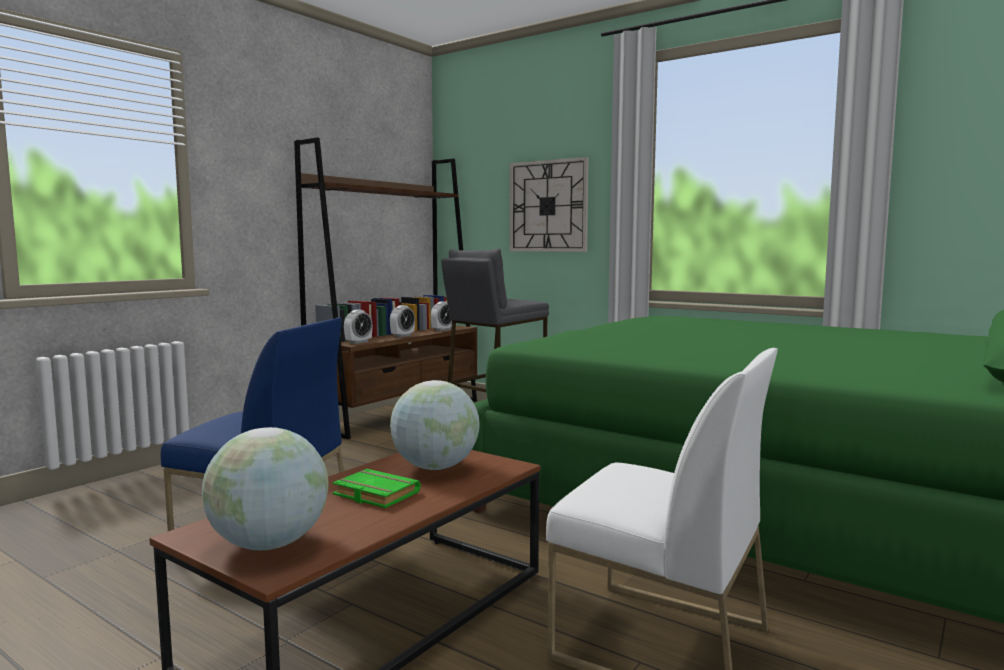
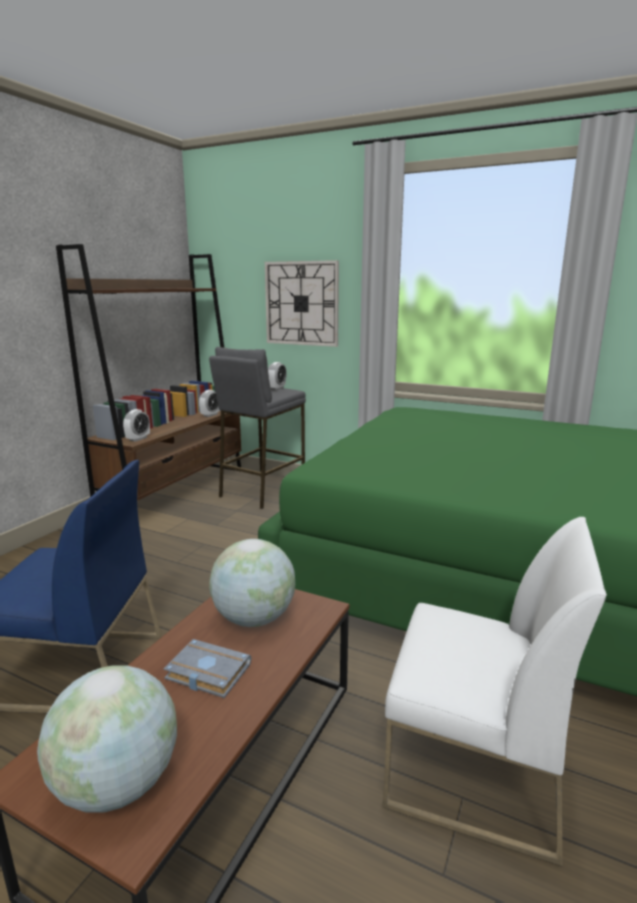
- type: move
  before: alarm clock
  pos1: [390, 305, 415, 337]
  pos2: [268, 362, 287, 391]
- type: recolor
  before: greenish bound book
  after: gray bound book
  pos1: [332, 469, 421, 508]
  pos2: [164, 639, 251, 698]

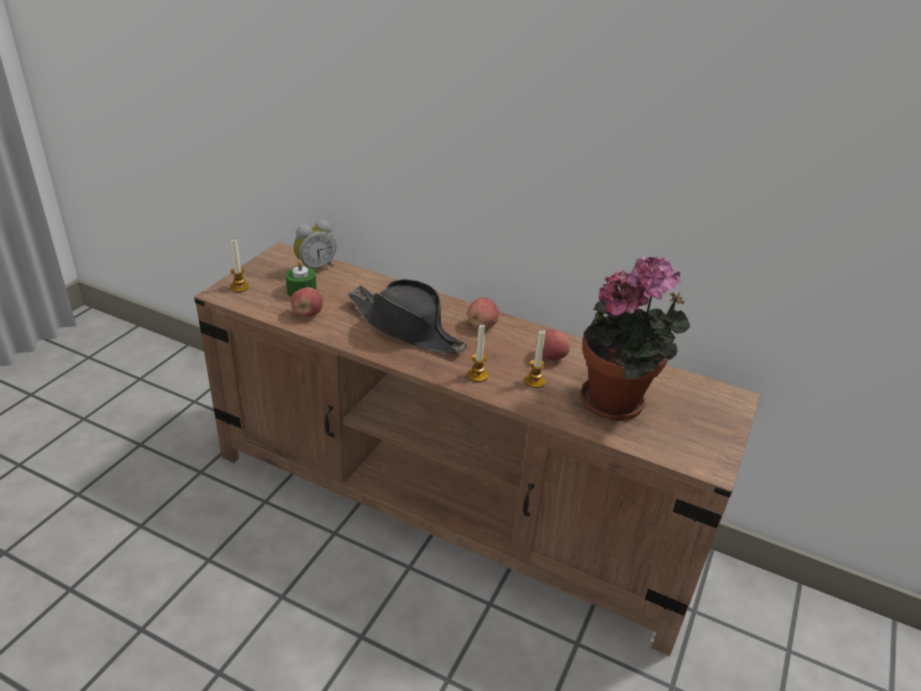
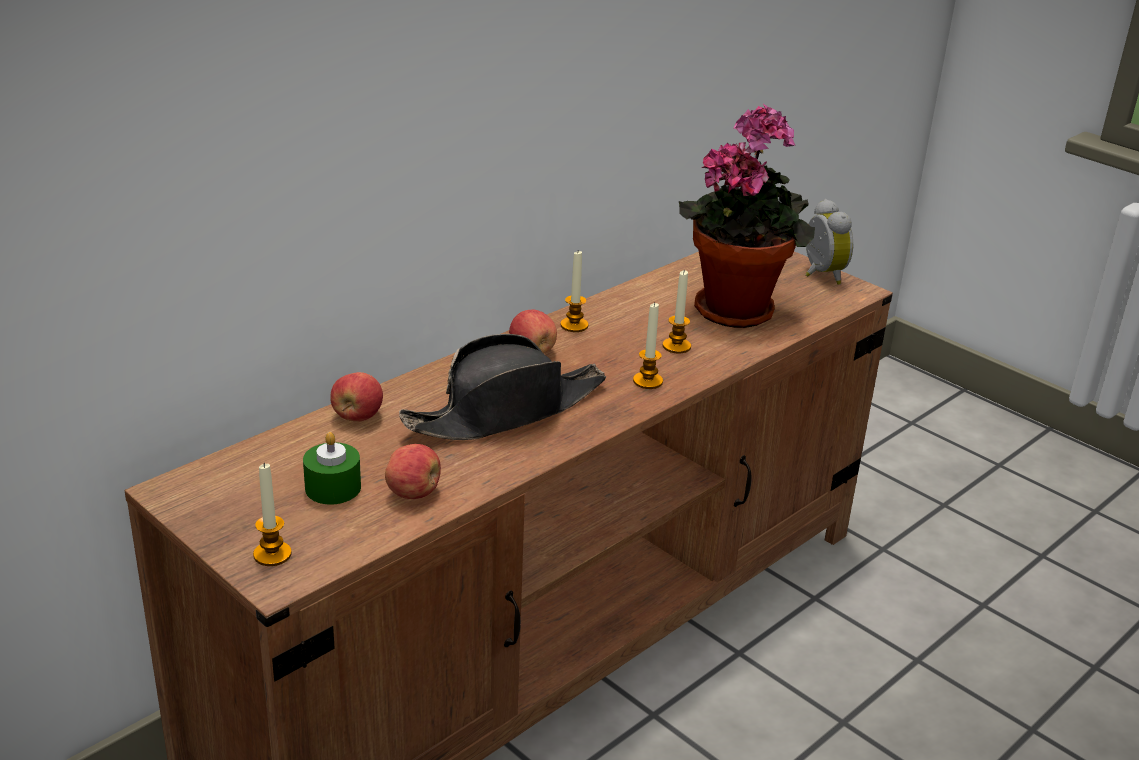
- type: insert
  after: wax light
  pos2: [560, 251, 589, 332]
- type: move
  before: alarm clock
  pos1: [293, 220, 336, 268]
  pos2: [805, 199, 853, 285]
- type: move
  before: whole apple
  pos1: [542, 329, 570, 361]
  pos2: [330, 372, 383, 422]

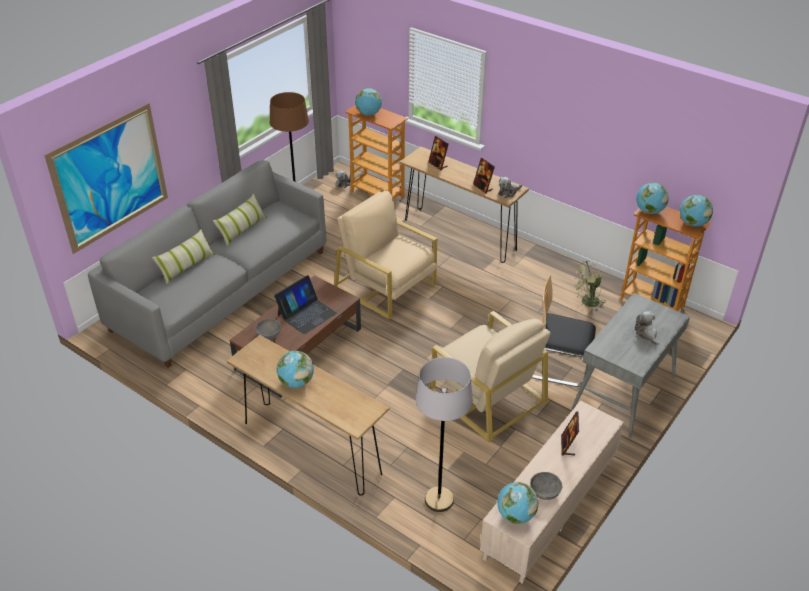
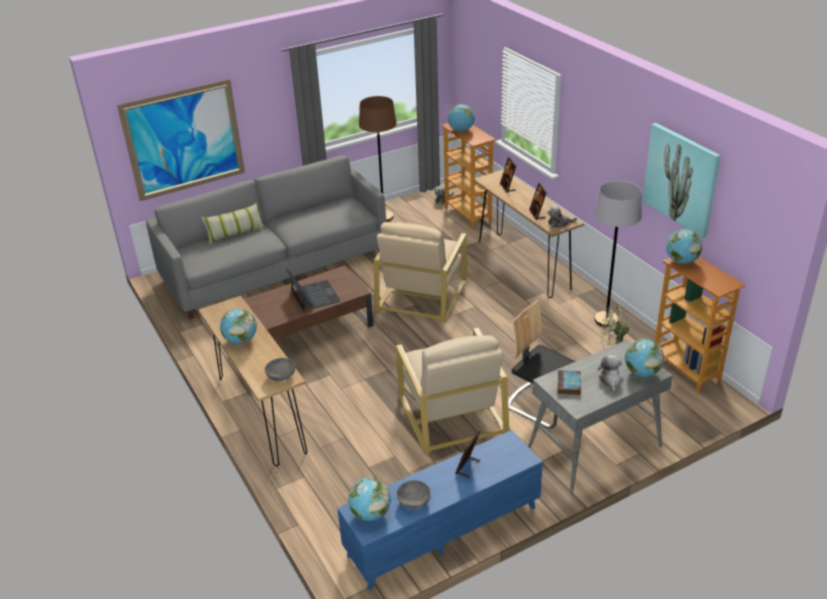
- type: delete
  before: throw pillow
  pos1: [213, 193, 267, 246]
- type: insert
  after: bound book
  pos2: [558, 370, 581, 395]
- type: insert
  after: wall art
  pos2: [642, 123, 721, 238]
- type: move
  before: gray bowl
  pos1: [255, 319, 281, 340]
  pos2: [265, 358, 295, 382]
- type: move
  before: gray standard lamp
  pos1: [415, 357, 473, 512]
  pos2: [594, 181, 642, 327]
- type: move
  before: world globe
  pos1: [680, 195, 713, 227]
  pos2: [625, 339, 664, 377]
- type: recolor
  before: beige tv unit
  after: bluish tv unit
  pos1: [480, 401, 624, 584]
  pos2: [337, 430, 543, 590]
- type: rotate
  before: notebook computer
  pos1: [274, 275, 337, 334]
  pos2: [286, 269, 341, 311]
  turn: -90
- type: rotate
  before: beige armchair
  pos1: [334, 191, 437, 319]
  pos2: [374, 222, 467, 323]
  turn: -135

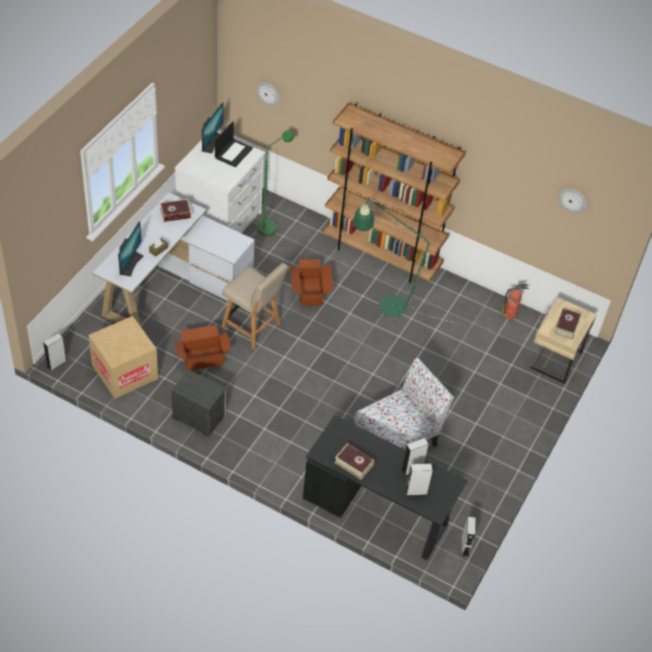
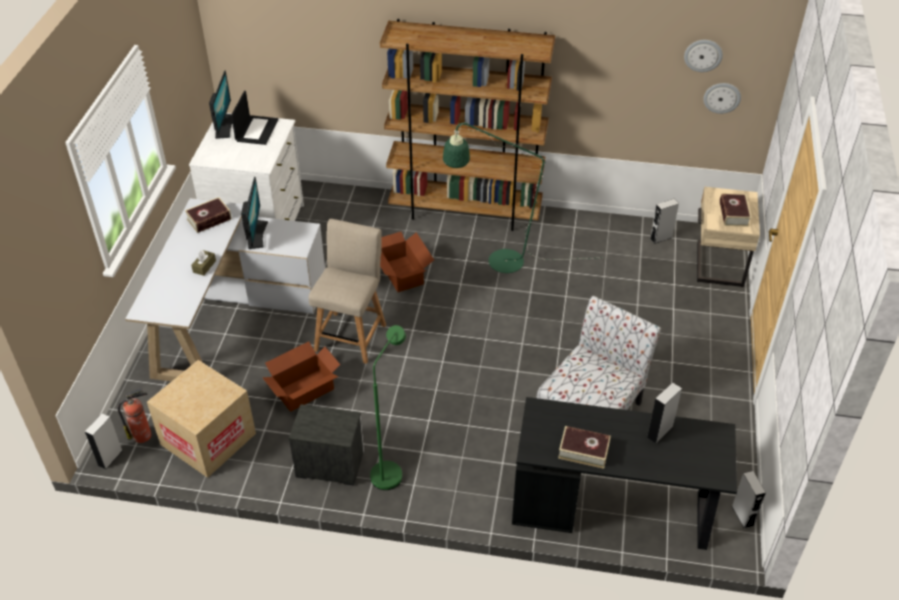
- type: move
  before: computer display
  pos1: [118, 221, 143, 276]
  pos2: [241, 177, 268, 249]
- type: move
  before: wall clock
  pos1: [256, 83, 280, 106]
  pos2: [703, 83, 741, 114]
- type: move
  before: greenish standard lamp
  pos1: [257, 130, 294, 236]
  pos2: [370, 325, 406, 490]
- type: move
  before: gray audio speaker
  pos1: [405, 463, 433, 496]
  pos2: [650, 199, 679, 244]
- type: move
  before: fire extinguisher
  pos1: [502, 284, 529, 319]
  pos2: [117, 388, 152, 443]
- type: rotate
  before: beige upright chair
  pos1: [221, 263, 288, 349]
  pos2: [309, 219, 386, 364]
  turn: -90

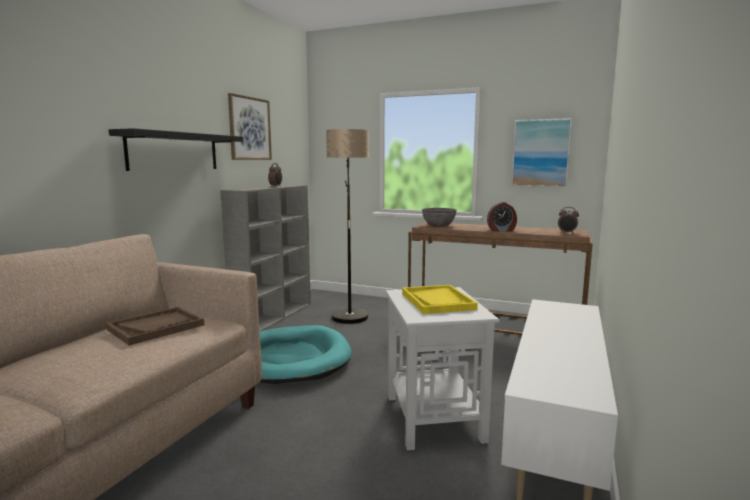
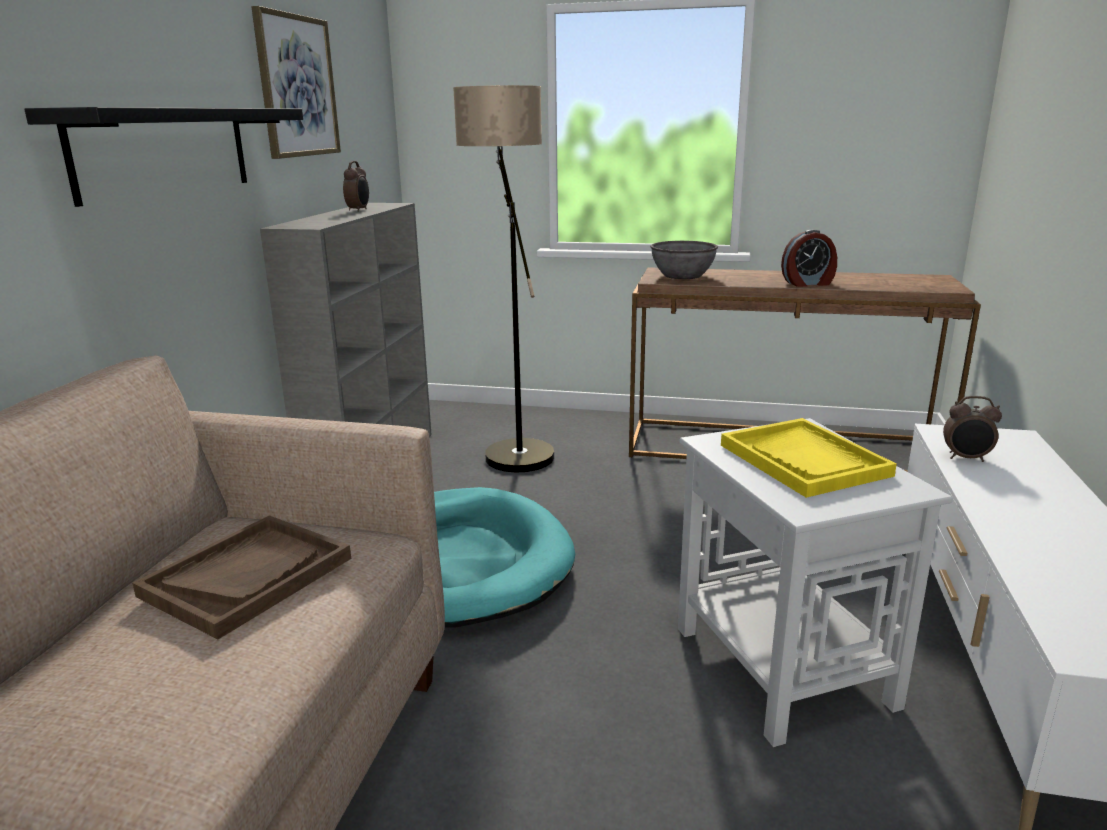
- type: delete
  before: wall art
  pos1: [511, 118, 572, 187]
- type: move
  before: alarm clock
  pos1: [558, 207, 579, 234]
  pos2: [943, 396, 1002, 462]

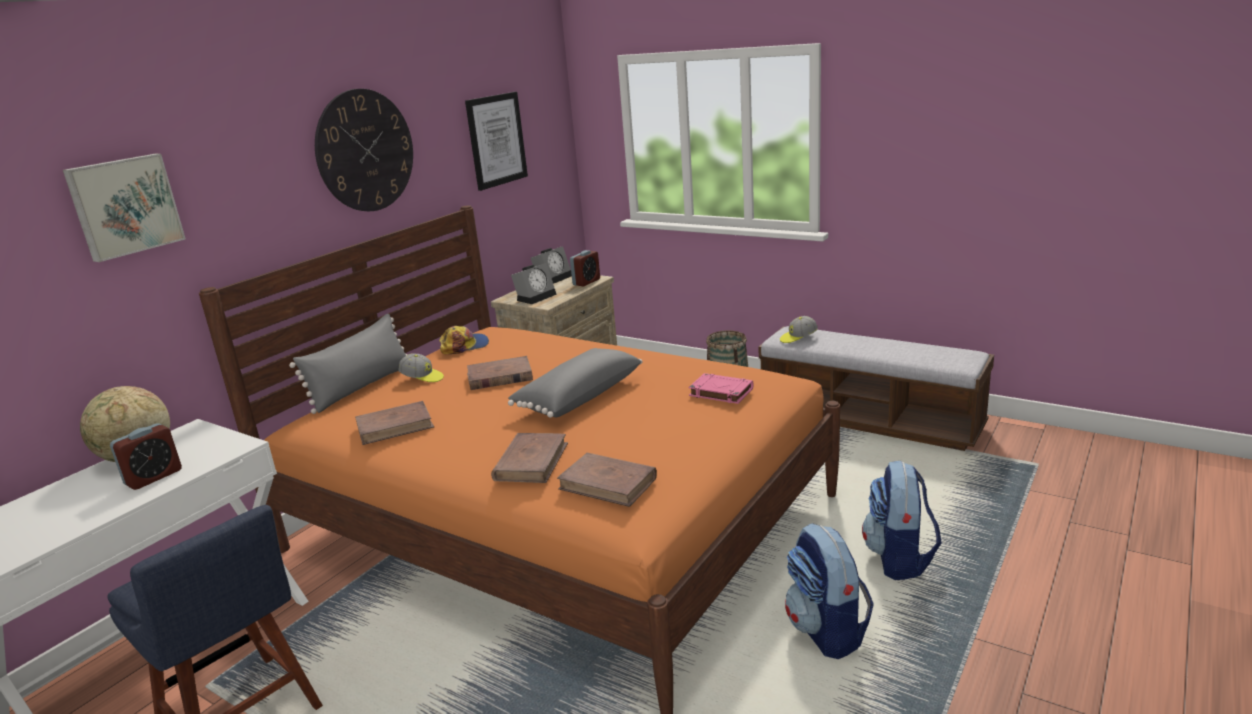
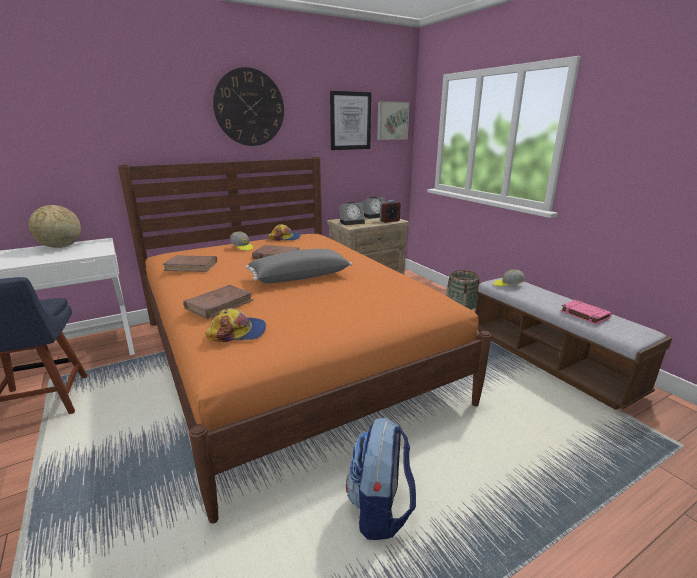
- type: delete
  before: alarm clock
  pos1: [110, 423, 182, 490]
- type: delete
  before: gray throw pillow
  pos1: [289, 314, 407, 414]
- type: delete
  before: backpack
  pos1: [862, 460, 942, 580]
- type: move
  before: wall art
  pos1: [63, 154, 186, 262]
  pos2: [377, 101, 410, 140]
- type: move
  before: pink-coloured bound book
  pos1: [689, 373, 754, 404]
  pos2: [560, 300, 612, 325]
- type: replace
  before: brownish bound book
  after: cap
  pos1: [557, 453, 657, 507]
  pos2: [205, 308, 266, 342]

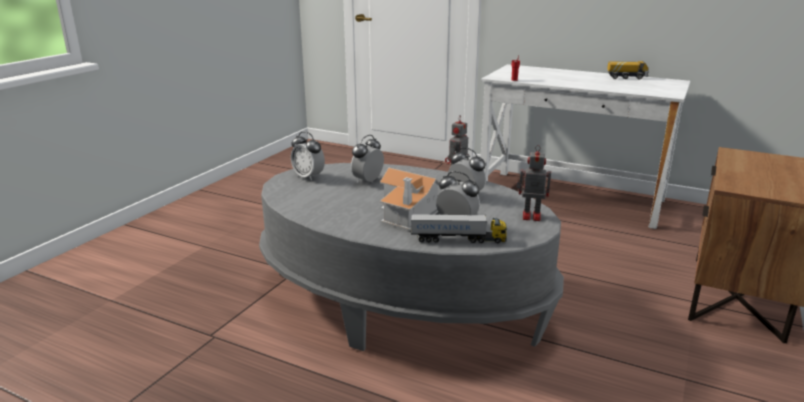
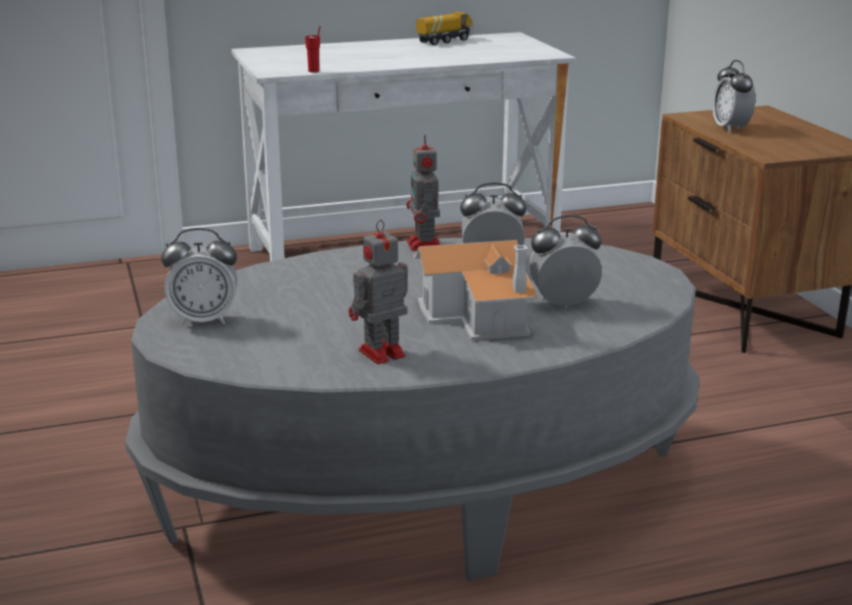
- type: delete
  before: toy lorry
  pos1: [411, 214, 507, 243]
- type: move
  before: alarm clock
  pos1: [351, 135, 384, 183]
  pos2: [713, 60, 755, 133]
- type: move
  before: model robot
  pos1: [516, 145, 551, 221]
  pos2: [349, 220, 408, 364]

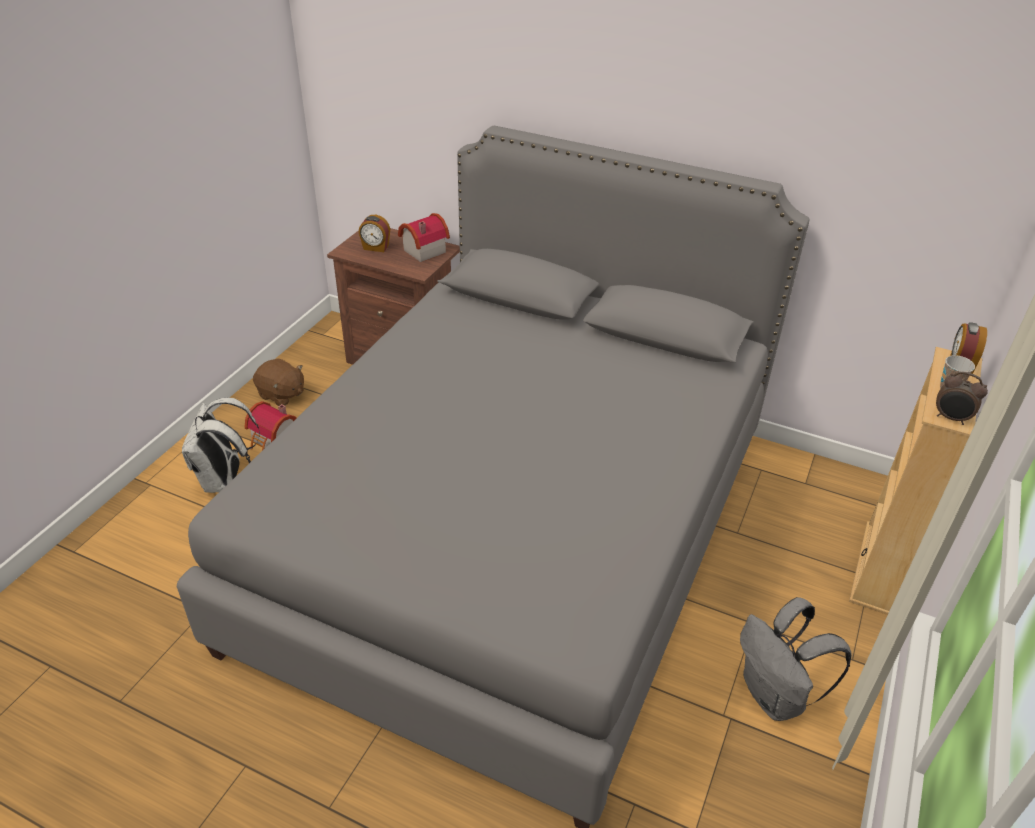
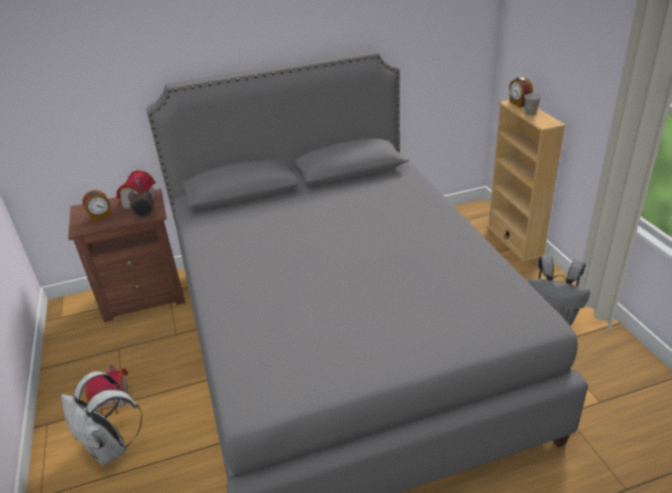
- type: delete
  before: brownish cuddly toy
  pos1: [253, 358, 304, 406]
- type: move
  before: alarm clock
  pos1: [936, 371, 988, 425]
  pos2: [128, 188, 154, 219]

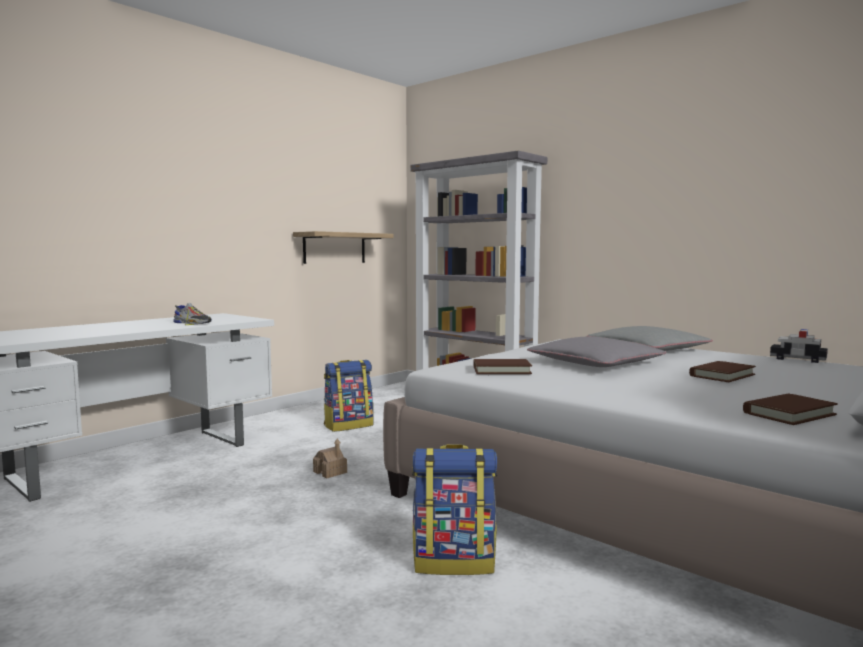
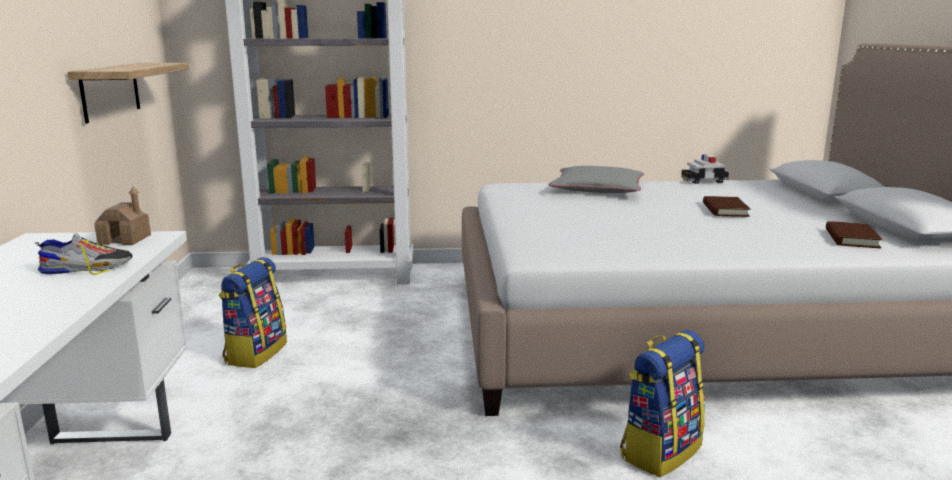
- type: delete
  before: brownish bound book
  pos1: [474, 359, 532, 374]
- type: delete
  before: gray throw pillow
  pos1: [527, 337, 666, 367]
- type: move
  before: model house
  pos1: [313, 439, 347, 479]
  pos2: [94, 187, 151, 245]

